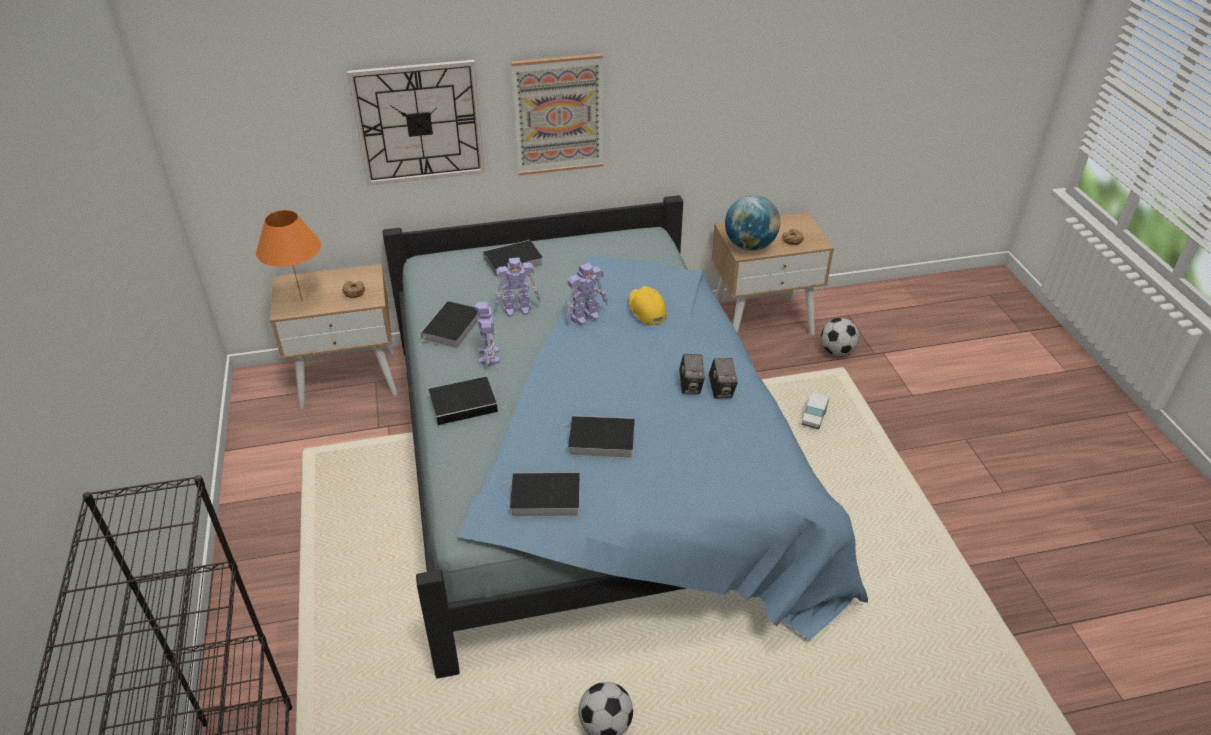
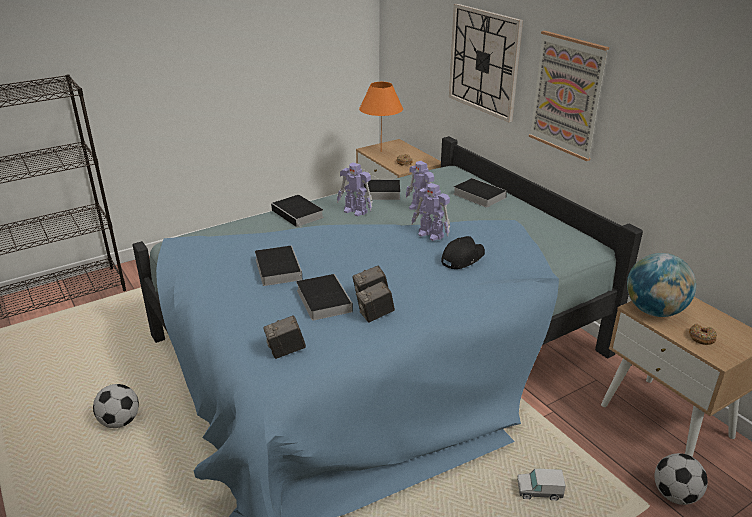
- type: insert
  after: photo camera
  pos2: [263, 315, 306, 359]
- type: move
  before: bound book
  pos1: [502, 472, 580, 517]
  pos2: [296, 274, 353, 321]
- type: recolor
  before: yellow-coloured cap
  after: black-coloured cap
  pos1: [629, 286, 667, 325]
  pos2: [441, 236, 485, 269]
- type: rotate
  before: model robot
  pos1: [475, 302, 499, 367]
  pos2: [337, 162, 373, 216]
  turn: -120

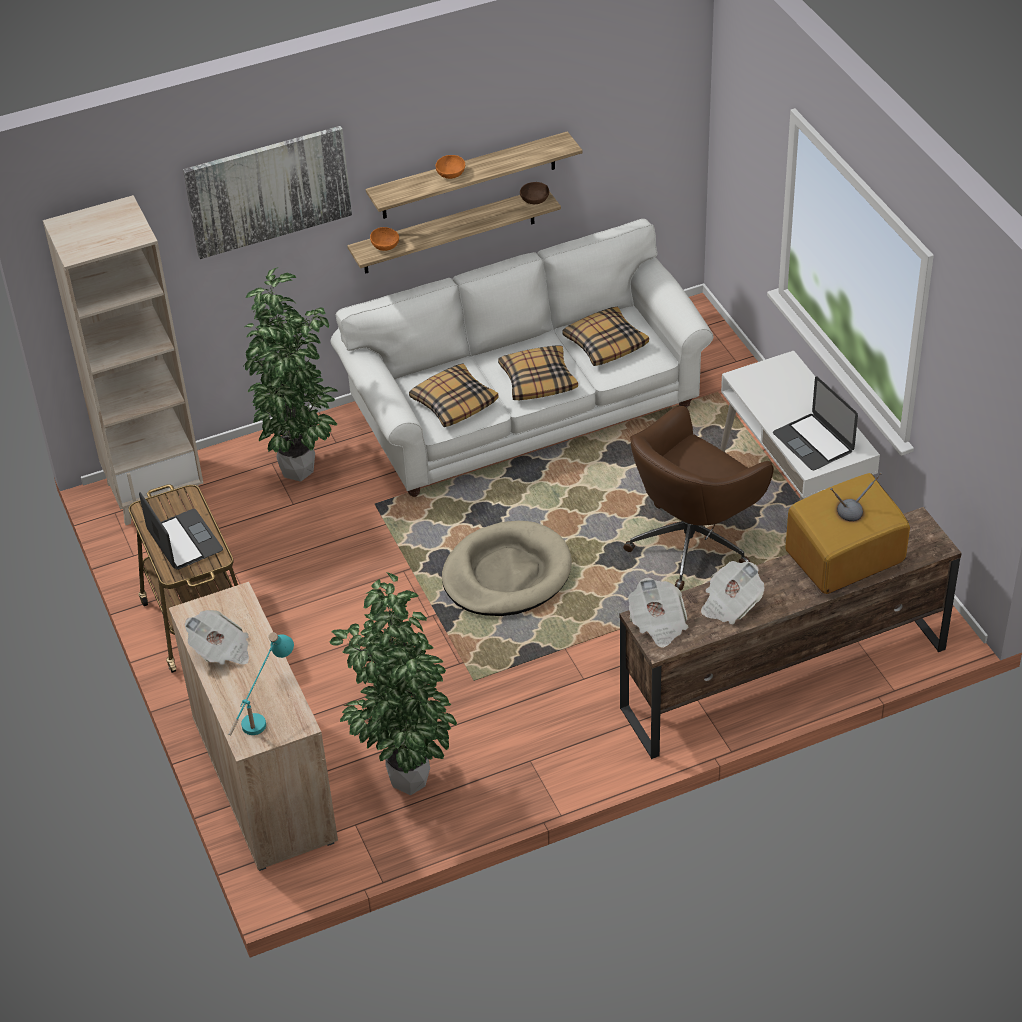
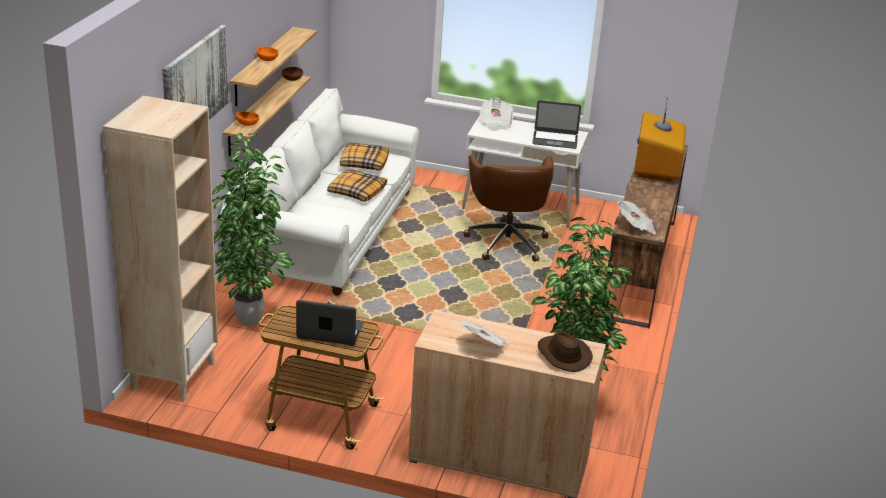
- type: delete
  before: throw pillow
  pos1: [409, 364, 498, 427]
- type: delete
  before: beige dog cushion
  pos1: [442, 521, 572, 616]
- type: move
  before: daily paper
  pos1: [701, 561, 764, 624]
  pos2: [479, 97, 514, 131]
- type: replace
  before: turquoise table lamp
  after: brownish hat
  pos1: [229, 632, 294, 735]
  pos2: [538, 332, 593, 372]

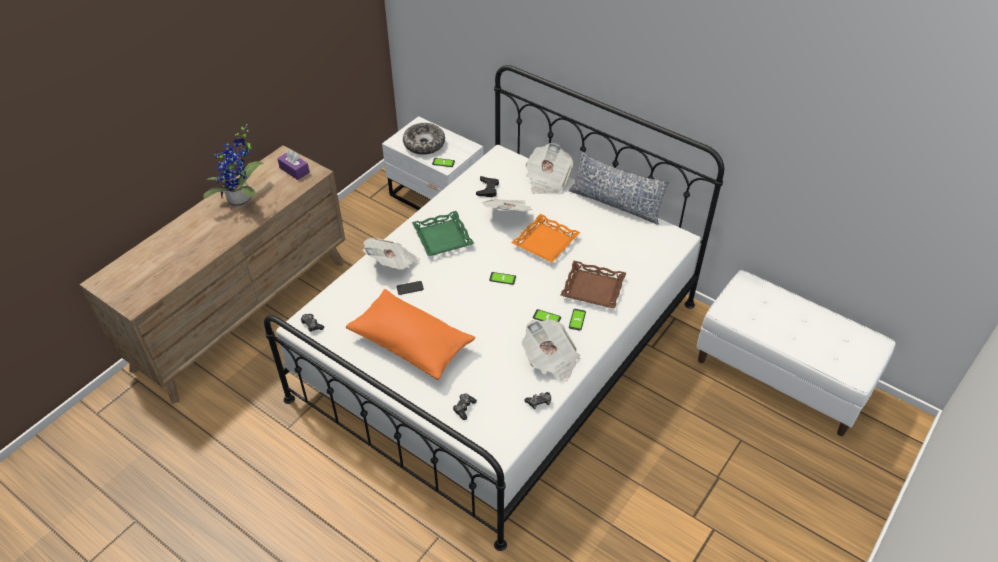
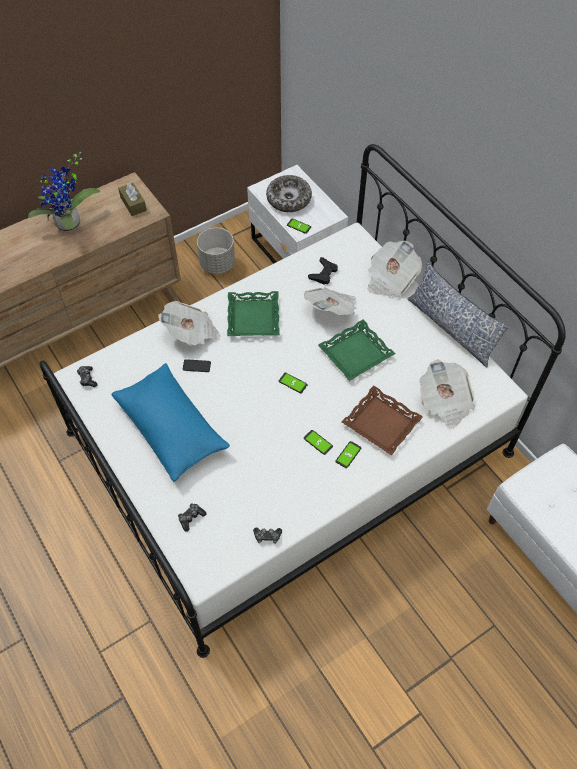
- type: insert
  after: gray plant pot
  pos2: [197, 228, 235, 274]
- type: move
  before: daily paper
  pos1: [522, 319, 580, 382]
  pos2: [419, 359, 475, 429]
- type: recolor
  before: purple-coloured tissue box
  after: brownish tissue box
  pos1: [277, 150, 310, 180]
  pos2: [118, 183, 147, 216]
- type: recolor
  before: orangey throw pillow
  after: bluish throw pillow
  pos1: [346, 289, 475, 380]
  pos2: [111, 363, 230, 482]
- type: recolor
  before: orangey carrying tray
  after: greenish carrying tray
  pos1: [511, 214, 580, 263]
  pos2: [318, 319, 395, 381]

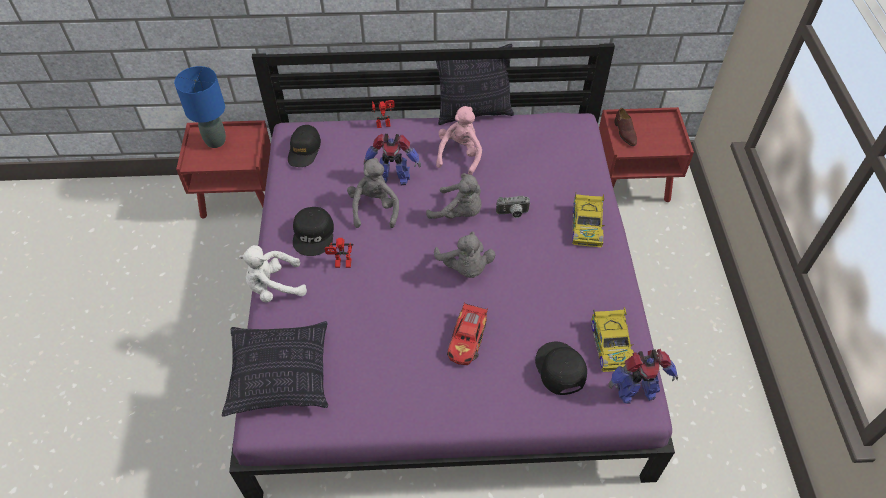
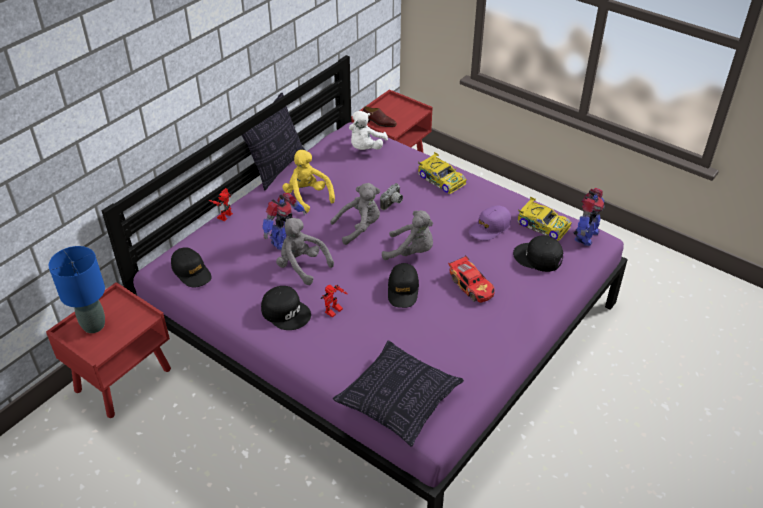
- type: insert
  after: black-coloured cap
  pos2: [388, 263, 419, 308]
- type: insert
  after: purple-coloured cap
  pos2: [469, 205, 511, 241]
- type: move
  before: whitish cuddly toy
  pos1: [239, 245, 307, 303]
  pos2: [349, 111, 388, 150]
- type: recolor
  before: pink-coloured cuddly toy
  after: yellow-coloured cuddly toy
  pos1: [436, 106, 482, 175]
  pos2: [282, 150, 335, 213]

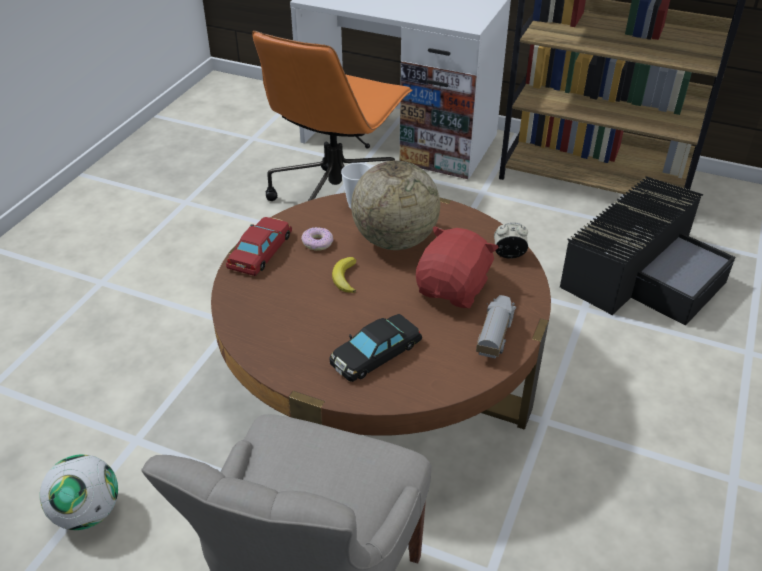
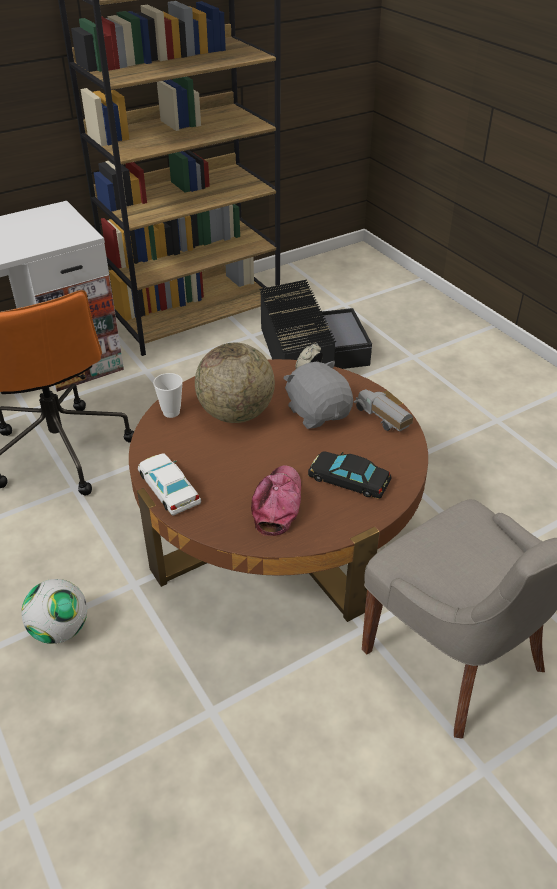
- type: delete
  before: doughnut
  pos1: [301, 227, 333, 251]
- type: delete
  before: whole banana
  pos1: [332, 257, 356, 293]
- type: insert
  after: cap
  pos2: [251, 465, 301, 536]
- type: move
  before: football ball
  pos1: [40, 454, 118, 530]
  pos2: [21, 579, 87, 644]
- type: recolor
  before: red miniature car
  after: whitish miniature car
  pos1: [226, 217, 292, 276]
  pos2: [138, 453, 201, 516]
- type: recolor
  before: red cuddly toy
  after: gray cuddly toy
  pos1: [416, 226, 499, 308]
  pos2: [283, 361, 353, 429]
- type: rotate
  before: black-coloured miniature car
  pos1: [329, 314, 422, 382]
  pos2: [308, 451, 392, 499]
  turn: 120

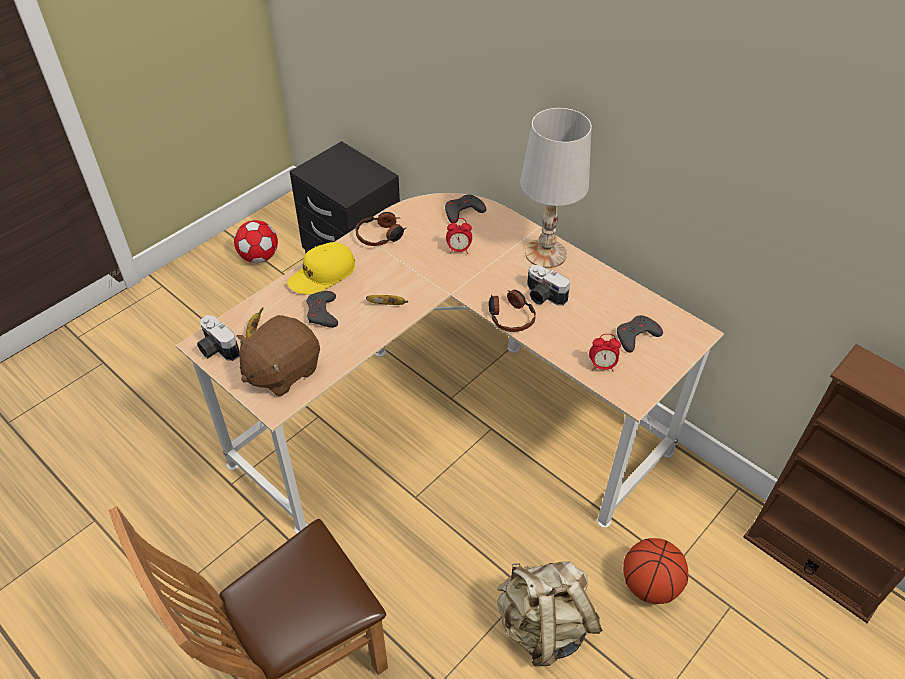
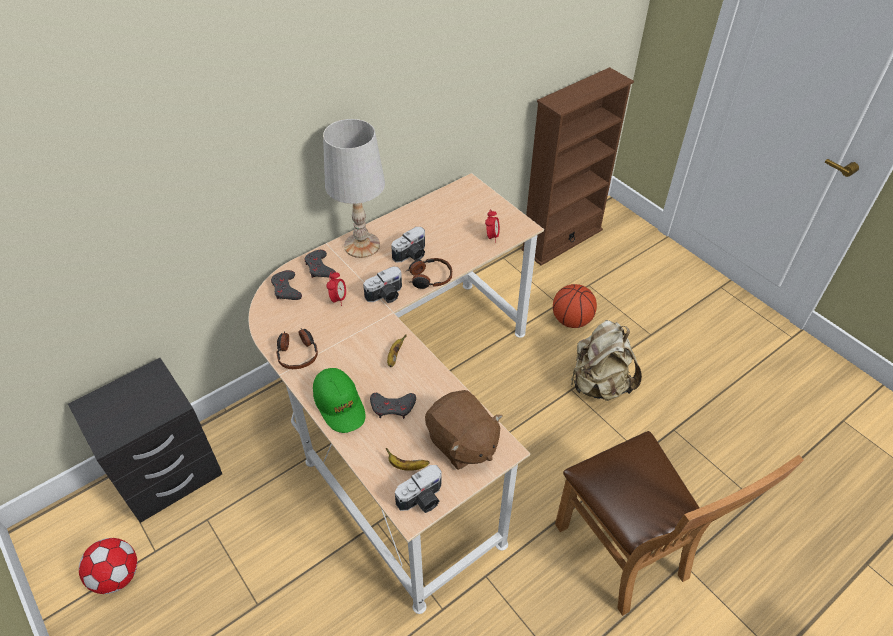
- type: insert
  after: photo camera
  pos2: [363, 267, 402, 303]
- type: move
  before: gray game controller
  pos1: [617, 315, 663, 353]
  pos2: [304, 250, 336, 278]
- type: recolor
  before: yellow-coloured cap
  after: greenish cap
  pos1: [287, 242, 355, 295]
  pos2: [313, 368, 366, 433]

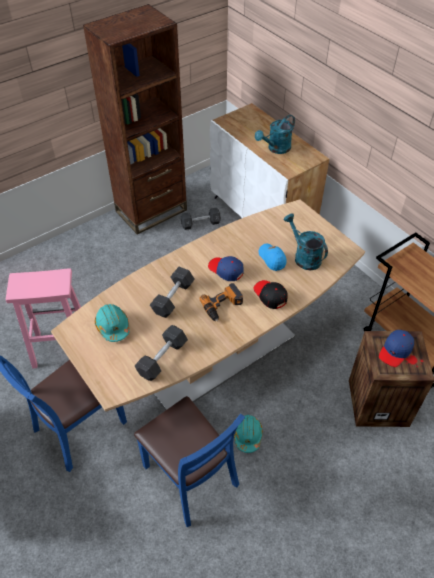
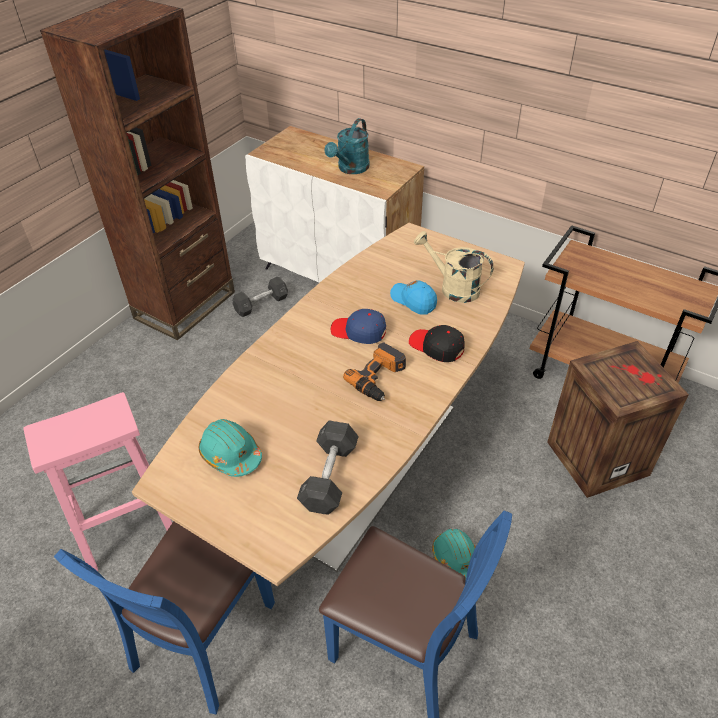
- type: delete
  before: gray hand weight
  pos1: [150, 267, 195, 318]
- type: delete
  before: bluish cap
  pos1: [379, 330, 414, 367]
- type: recolor
  before: turquoise sprinkling can
  after: beige sprinkling can
  pos1: [284, 214, 328, 270]
  pos2: [414, 231, 494, 303]

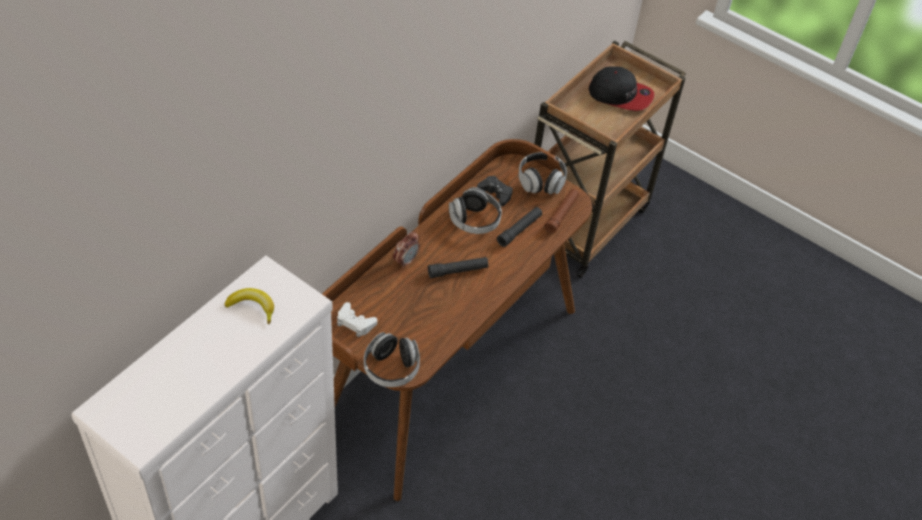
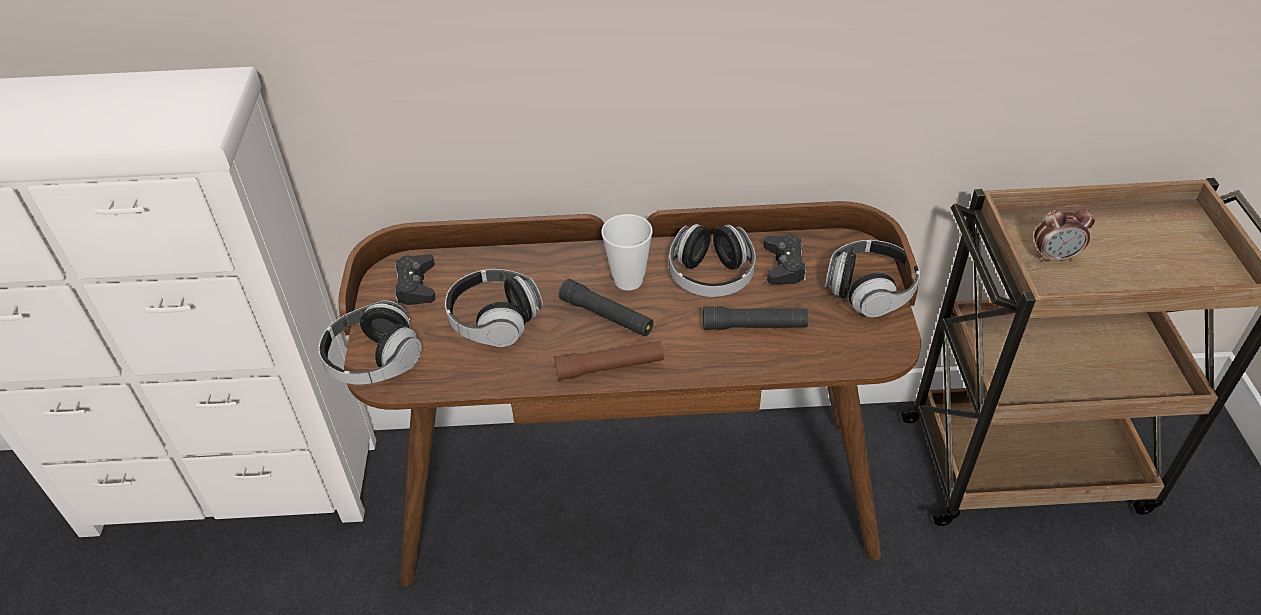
- type: delete
  before: whole banana
  pos1: [224, 288, 274, 324]
- type: delete
  before: cap
  pos1: [589, 66, 654, 111]
- type: insert
  after: headset
  pos2: [445, 269, 543, 347]
- type: insert
  after: drinking cup
  pos2: [601, 214, 653, 290]
- type: move
  before: alarm clock
  pos1: [393, 231, 420, 268]
  pos2: [1034, 204, 1095, 262]
- type: move
  before: brownish torch
  pos1: [545, 189, 579, 233]
  pos2: [555, 341, 664, 380]
- type: recolor
  before: whitish game controller
  after: black-coloured game controller
  pos1: [337, 302, 377, 337]
  pos2: [395, 254, 436, 305]

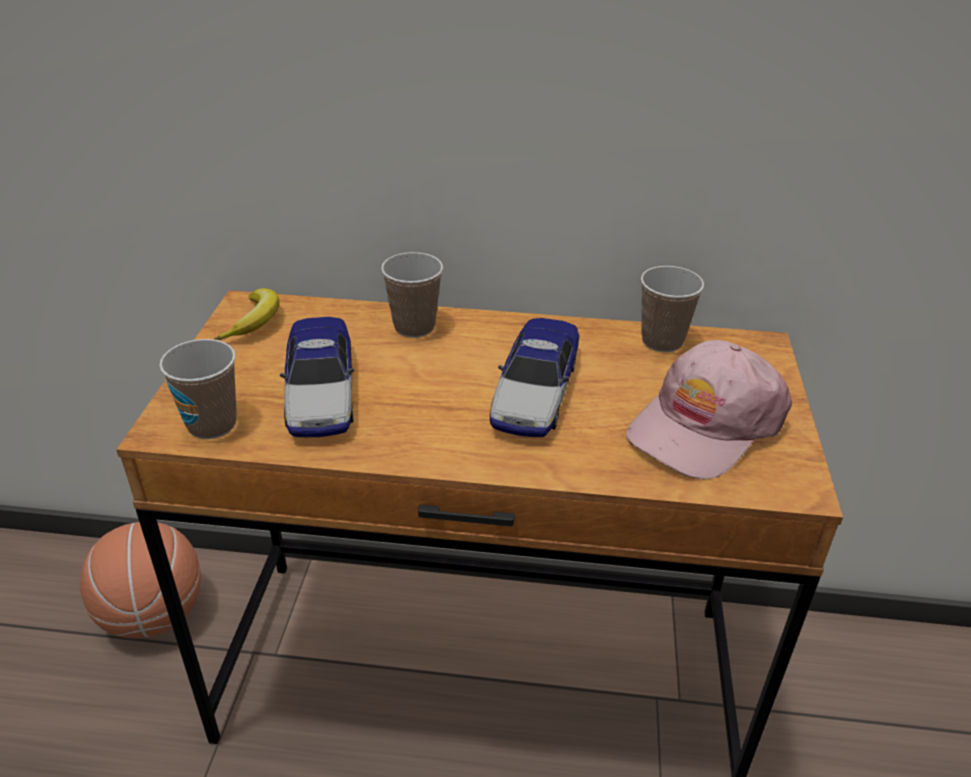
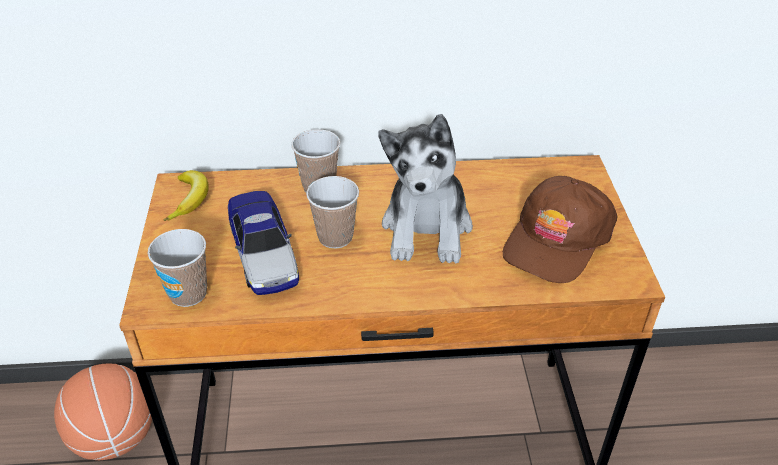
- type: move
  before: drinking cup
  pos1: [641, 266, 704, 352]
  pos2: [306, 176, 359, 249]
- type: replace
  before: miniature car
  after: cuddly toy
  pos1: [490, 318, 579, 437]
  pos2: [378, 114, 473, 263]
- type: recolor
  before: pink-coloured cap
  after: brownish cap
  pos1: [626, 340, 792, 479]
  pos2: [503, 176, 618, 283]

